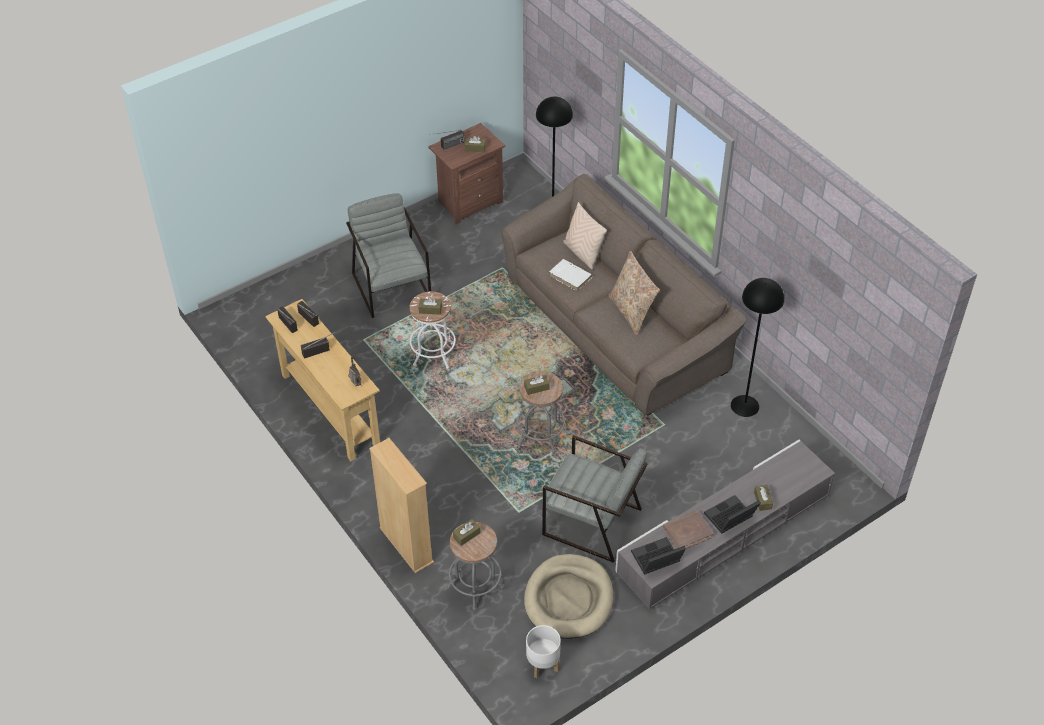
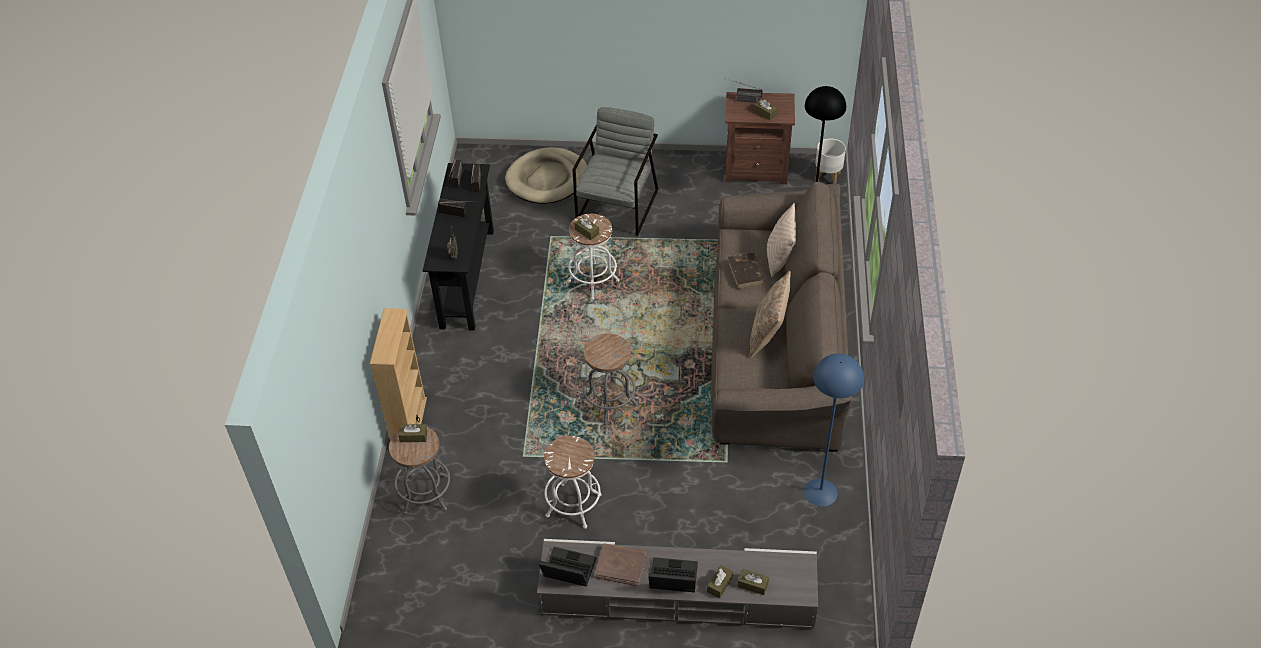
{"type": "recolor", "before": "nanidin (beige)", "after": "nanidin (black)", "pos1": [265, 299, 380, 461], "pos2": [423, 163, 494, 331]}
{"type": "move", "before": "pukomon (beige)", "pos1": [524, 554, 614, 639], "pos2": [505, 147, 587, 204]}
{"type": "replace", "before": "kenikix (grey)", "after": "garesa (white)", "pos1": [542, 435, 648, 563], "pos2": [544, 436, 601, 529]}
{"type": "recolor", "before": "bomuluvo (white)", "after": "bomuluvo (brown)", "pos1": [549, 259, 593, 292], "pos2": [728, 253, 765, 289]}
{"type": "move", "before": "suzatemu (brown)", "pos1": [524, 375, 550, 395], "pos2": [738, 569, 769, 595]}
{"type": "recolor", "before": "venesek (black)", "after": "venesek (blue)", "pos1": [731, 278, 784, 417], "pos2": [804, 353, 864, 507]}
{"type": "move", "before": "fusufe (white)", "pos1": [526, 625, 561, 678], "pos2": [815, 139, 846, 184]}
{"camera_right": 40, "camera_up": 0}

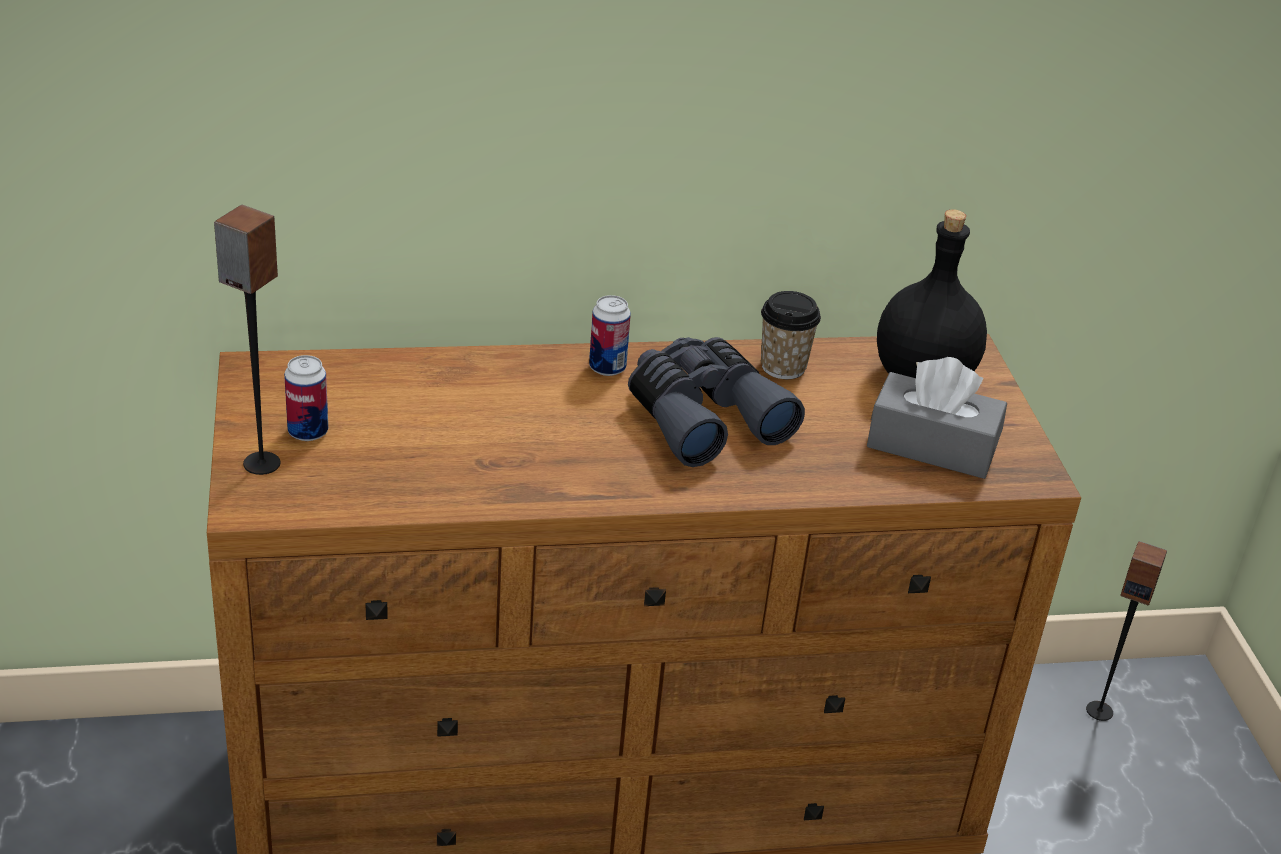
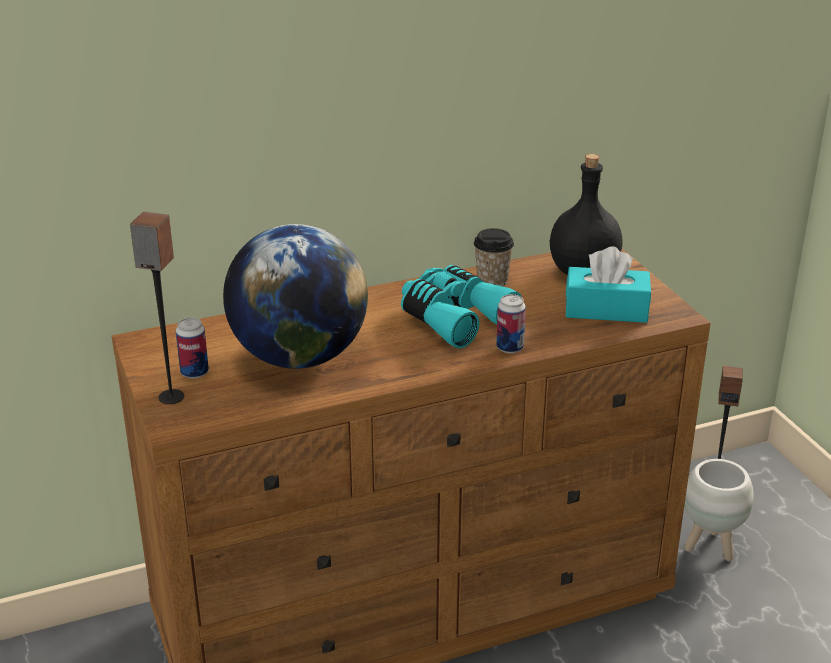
{"type": "insert", "after": "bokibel", "pos2": [223, 224, 368, 369]}
{"type": "recolor", "before": "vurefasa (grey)", "after": "vurefasa (turquoise)", "pos1": [628, 337, 805, 467], "pos2": [401, 265, 522, 349]}
{"type": "move", "before": "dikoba", "pos1": [589, 295, 631, 376], "pos2": [496, 294, 526, 354]}
{"type": "recolor", "before": "suzatemu (grey)", "after": "suzatemu (turquoise)", "pos1": [867, 357, 1007, 479], "pos2": [566, 246, 651, 323]}
{"type": "insert", "after": "fusufe (white)", "pos2": [684, 459, 754, 561]}
{"camera_right": -10, "camera_up": -5}

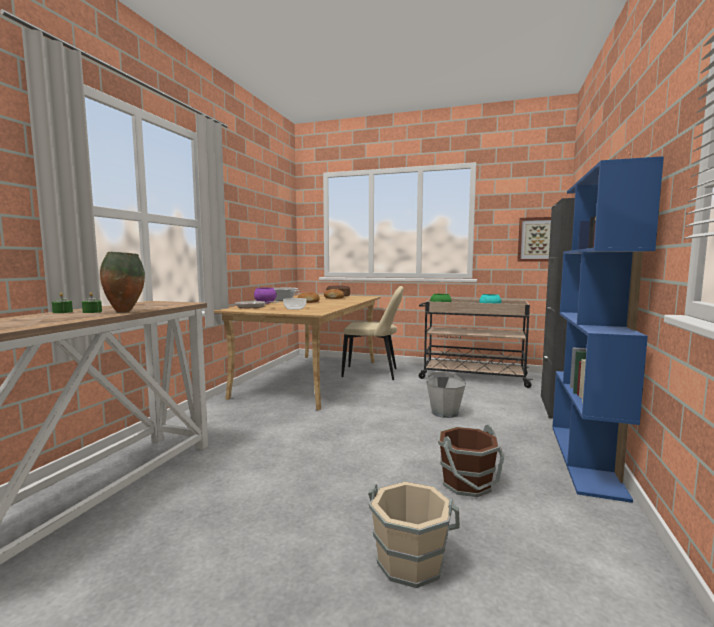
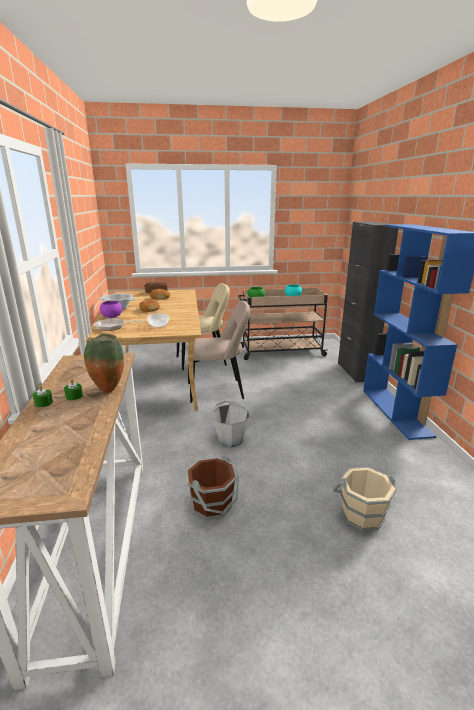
{"type": "move", "before": "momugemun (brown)", "pos1": [438, 424, 505, 497], "pos2": [186, 455, 239, 519]}
{"type": "insert", "after": "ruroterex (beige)", "pos2": [188, 300, 250, 403]}
{"type": "move", "before": "momugemun (grey)", "pos1": [426, 371, 466, 418], "pos2": [212, 401, 249, 447]}
{"type": "delete", "before": "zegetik", "pos1": [517, 217, 551, 262]}
{"camera_right": -25, "camera_up": 15}

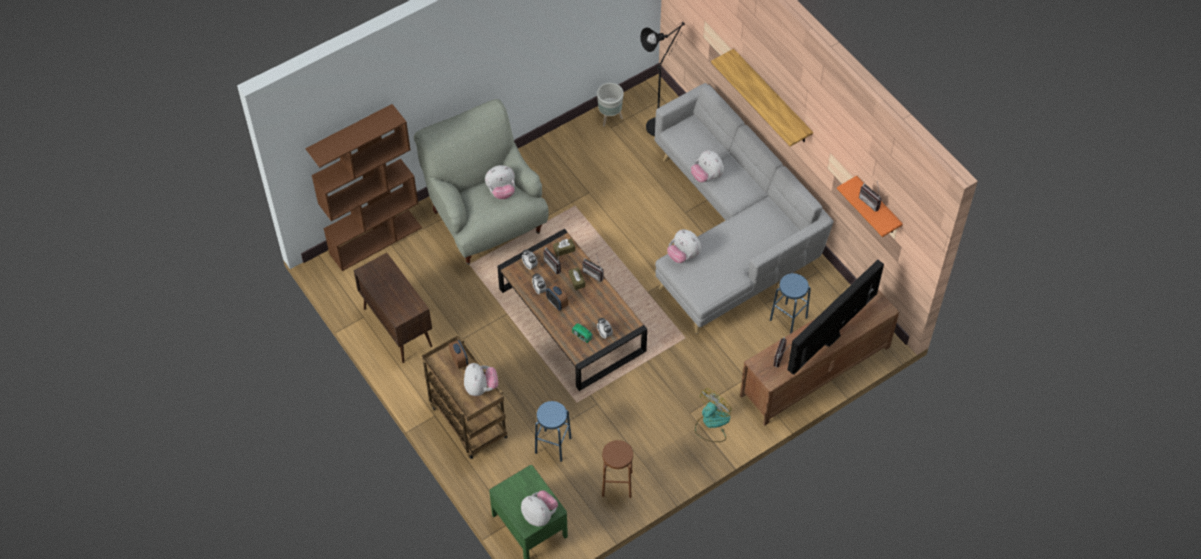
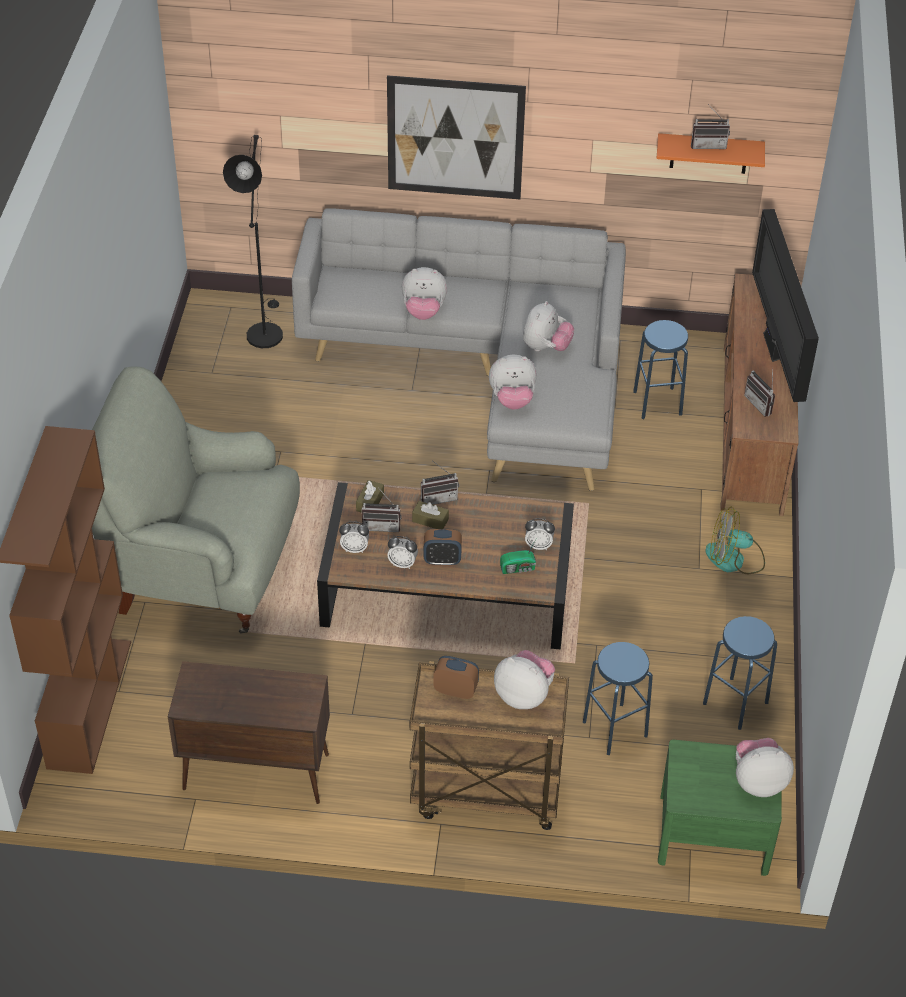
{"type": "replace", "before": "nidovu", "after": "zegetik", "pos1": [711, 49, 813, 147], "pos2": [387, 75, 526, 199]}
{"type": "move", "before": "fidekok", "pos1": [485, 165, 515, 199], "pos2": [523, 301, 574, 351]}
{"type": "recolor", "before": "garesa (brown)", "after": "garesa (blue)", "pos1": [602, 440, 633, 498], "pos2": [703, 616, 777, 730]}
{"type": "rotate", "before": "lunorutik", "pos1": [695, 388, 732, 442], "pos2": [705, 506, 765, 574], "turn": -75}
{"type": "delete", "before": "fusufe (grey)", "pos1": [597, 83, 624, 127]}
{"camera_right": -50, "camera_up": -10}

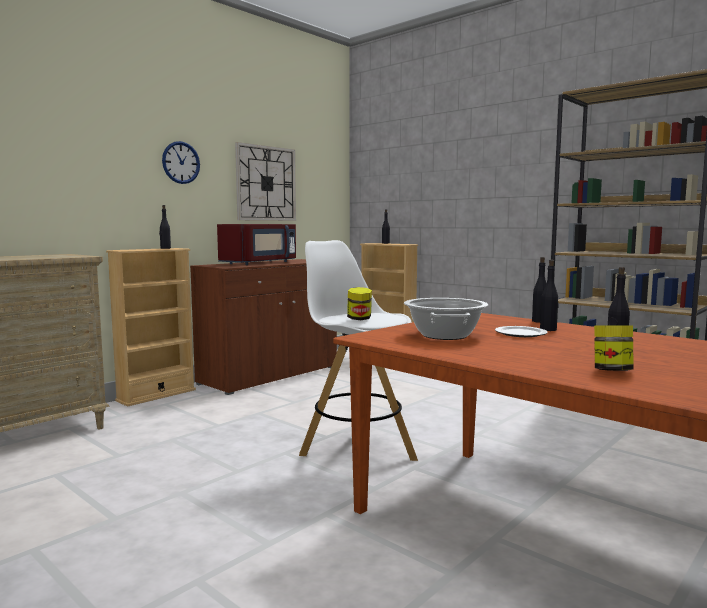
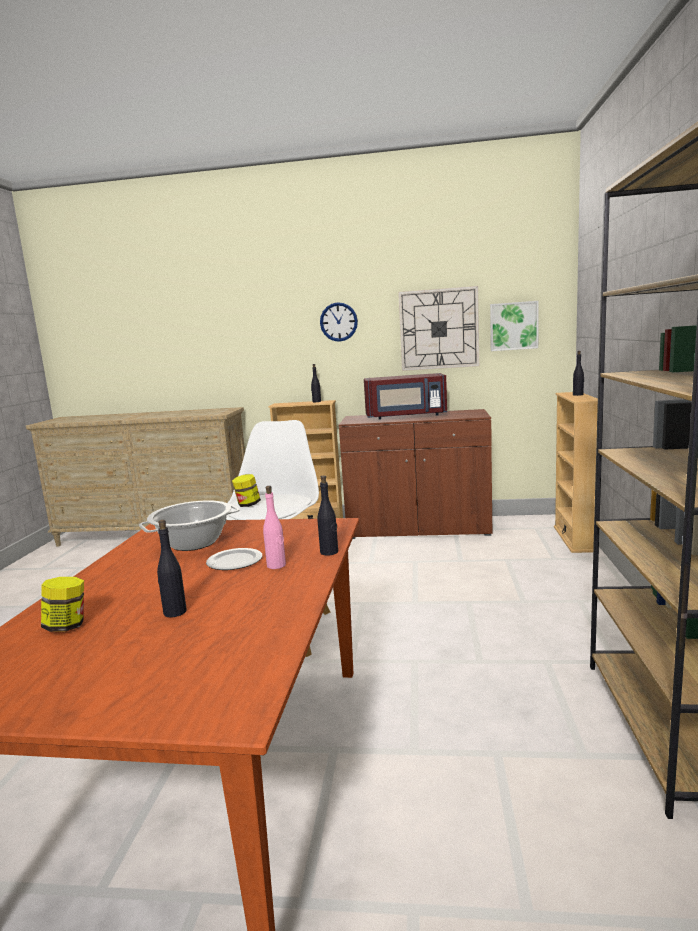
{"type": "recolor", "before": "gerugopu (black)", "after": "gerugopu (pink)", "pos1": [540, 260, 559, 331], "pos2": [263, 486, 286, 569]}
{"type": "insert", "after": "zegetik", "pos2": [490, 301, 539, 351]}
{"camera_right": 55, "camera_up": 5}

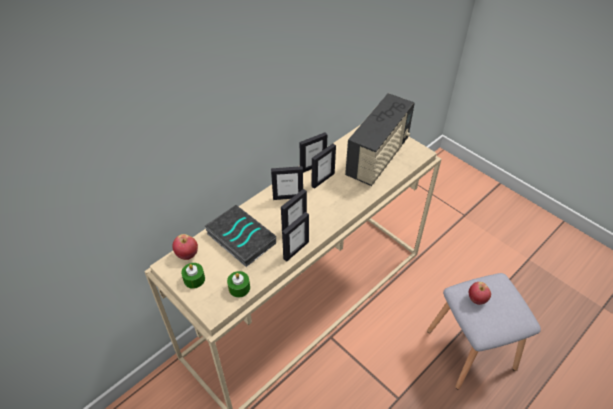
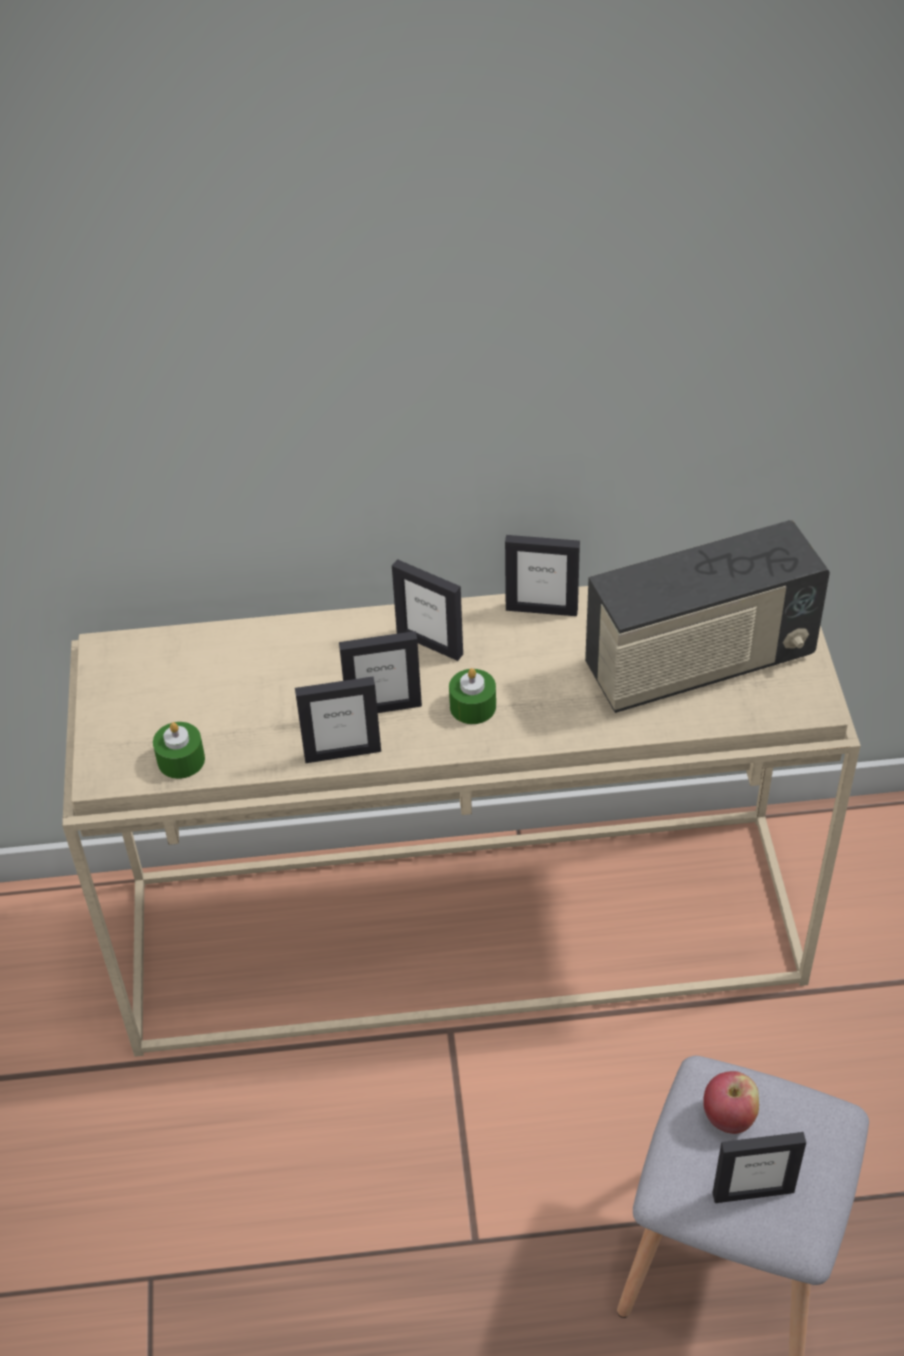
{"type": "move", "before": "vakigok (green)", "pos1": [181, 263, 205, 289], "pos2": [449, 668, 496, 724]}
{"type": "move", "before": "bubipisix", "pos1": [311, 144, 336, 189], "pos2": [713, 1132, 806, 1203]}
{"type": "delete", "before": "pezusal", "pos1": [172, 234, 198, 260]}
{"type": "delete", "before": "bomuluvo", "pos1": [205, 205, 276, 267]}
{"camera_right": 40, "camera_up": 0}

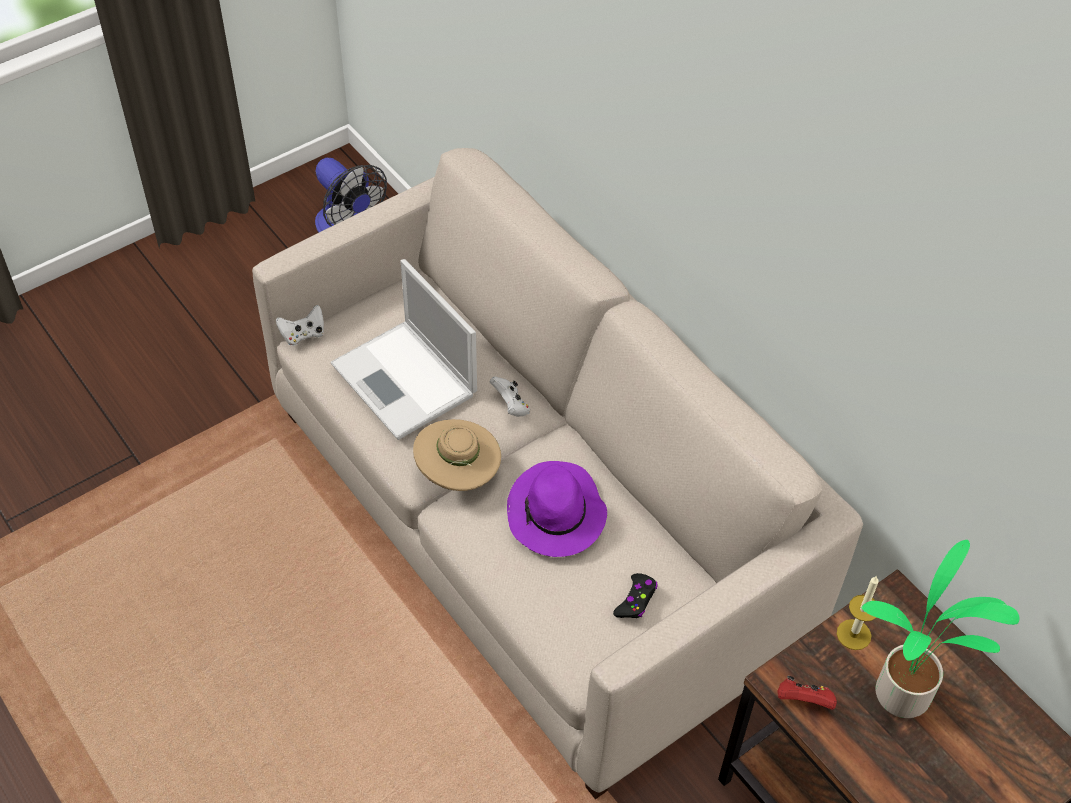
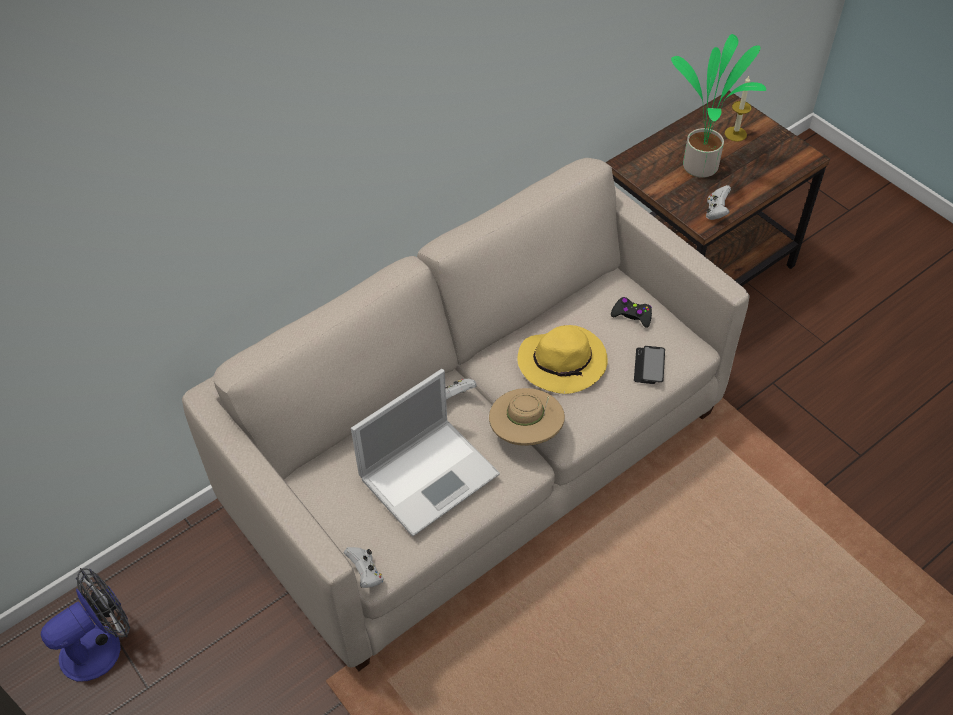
{"type": "recolor", "before": "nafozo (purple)", "after": "nafozo (yellow)", "pos1": [507, 461, 607, 557], "pos2": [517, 325, 608, 394]}
{"type": "insert", "after": "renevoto", "pos2": [634, 346, 665, 384]}
{"type": "recolor", "before": "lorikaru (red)", "after": "lorikaru (white)", "pos1": [777, 676, 837, 710], "pos2": [706, 185, 731, 220]}
{"type": "move", "before": "vakigok", "pos1": [837, 575, 879, 650], "pos2": [725, 76, 751, 142]}
{"camera_right": -90, "camera_up": 0}

